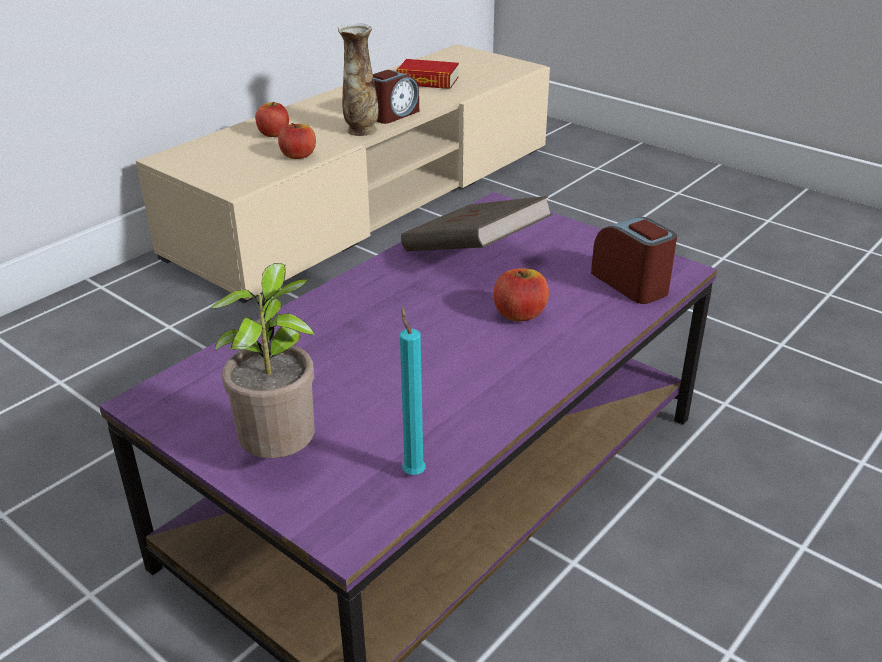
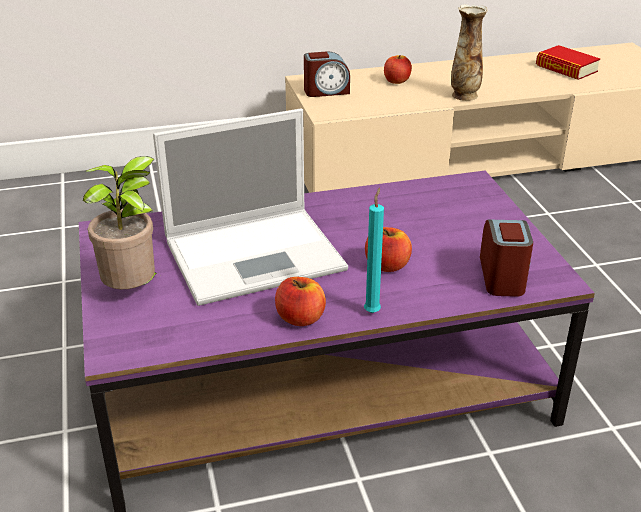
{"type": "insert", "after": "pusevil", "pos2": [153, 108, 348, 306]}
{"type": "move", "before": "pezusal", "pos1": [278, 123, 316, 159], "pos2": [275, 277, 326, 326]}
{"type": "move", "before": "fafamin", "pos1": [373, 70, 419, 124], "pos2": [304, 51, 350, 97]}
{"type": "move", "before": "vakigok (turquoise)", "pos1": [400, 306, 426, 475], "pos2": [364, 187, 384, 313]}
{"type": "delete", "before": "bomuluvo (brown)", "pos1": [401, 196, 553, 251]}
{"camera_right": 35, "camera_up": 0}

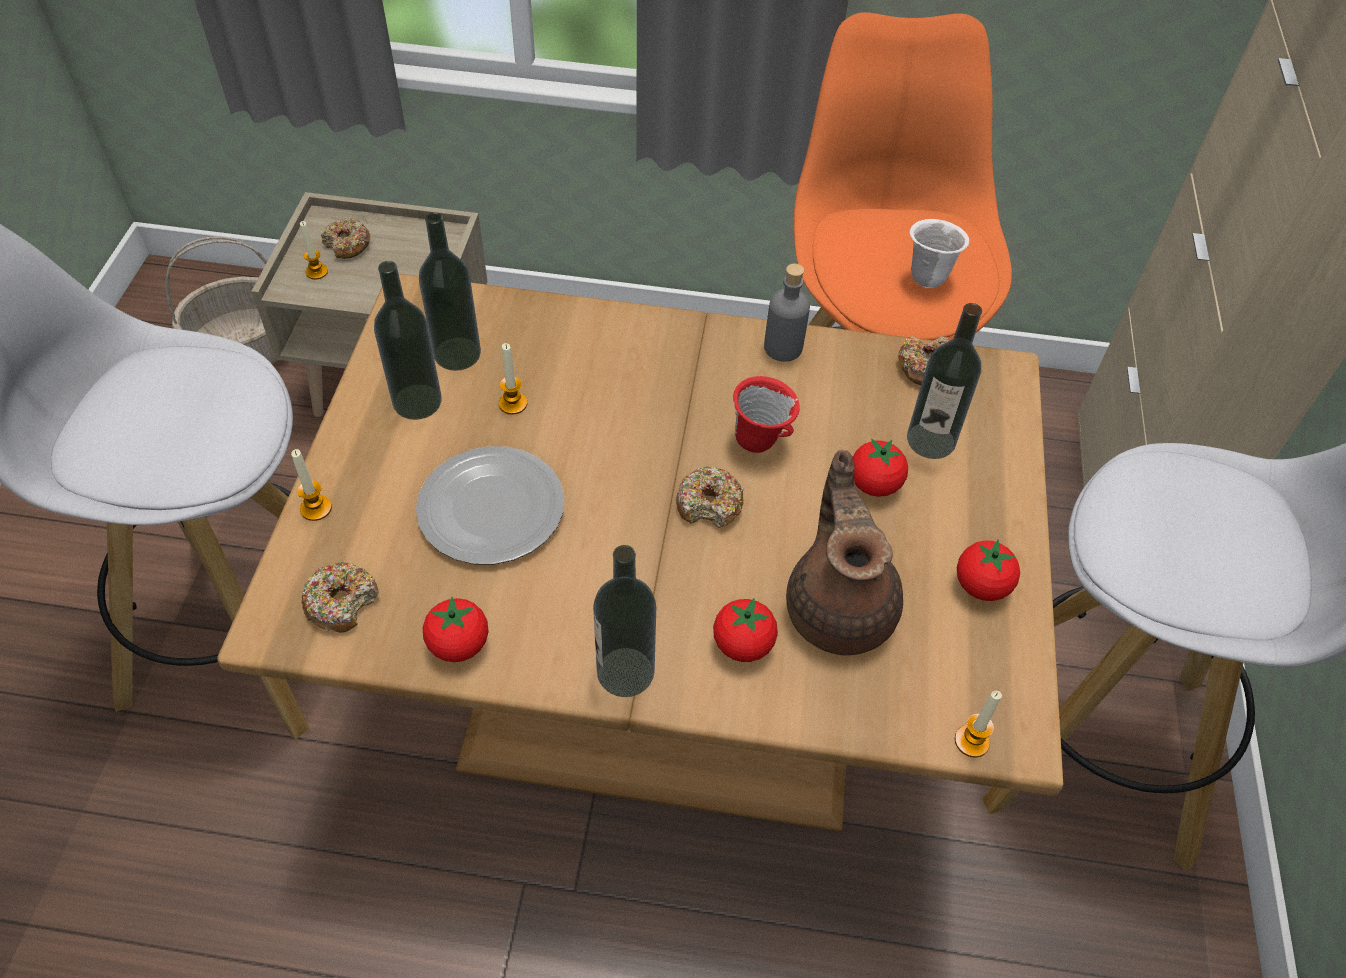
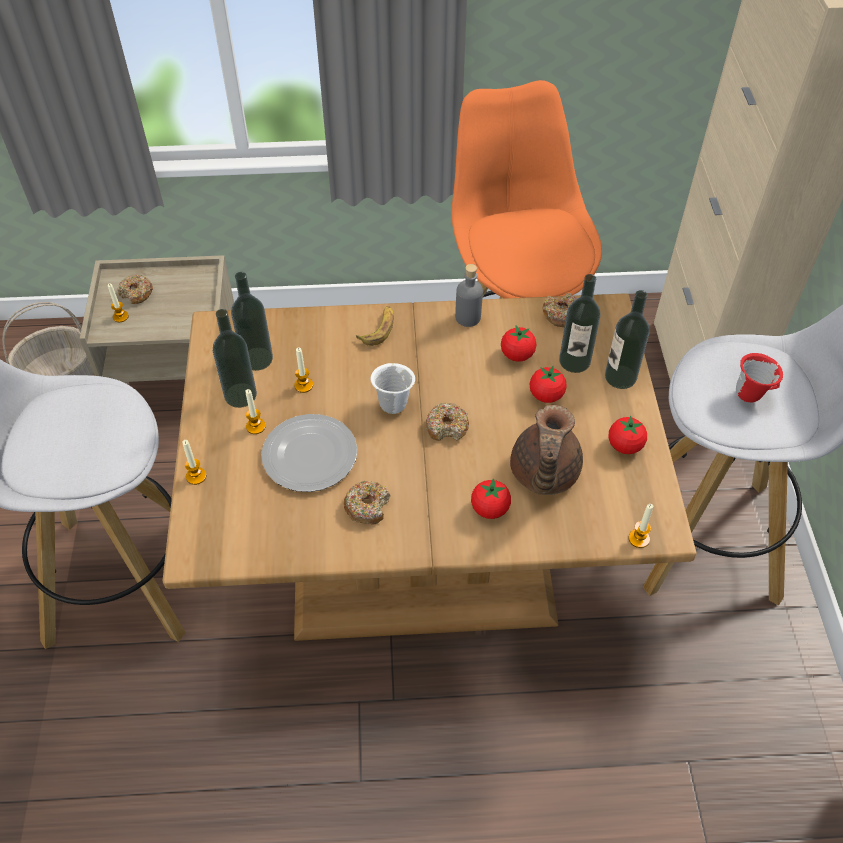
{"type": "insert", "after": "vakigok", "pos2": [245, 389, 266, 434]}
{"type": "move", "before": "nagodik", "pos1": [302, 561, 379, 633], "pos2": [344, 481, 391, 524]}
{"type": "insert", "after": "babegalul", "pos2": [356, 306, 394, 346]}
{"type": "move", "before": "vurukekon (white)", "pos1": [909, 219, 969, 288], "pos2": [370, 363, 415, 414]}
{"type": "move", "before": "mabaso", "pos1": [423, 597, 488, 662], "pos2": [501, 326, 536, 362]}
{"type": "rotate", "before": "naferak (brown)", "pos1": [786, 450, 903, 655], "pos2": [510, 405, 583, 495], "turn": -150}
{"type": "move", "before": "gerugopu", "pos1": [593, 545, 656, 697], "pos2": [605, 290, 650, 389]}
{"type": "move", "before": "vurukekon (red)", "pos1": [733, 376, 800, 453], "pos2": [736, 353, 783, 402]}
{"camera_right": -10, "camera_up": 0}

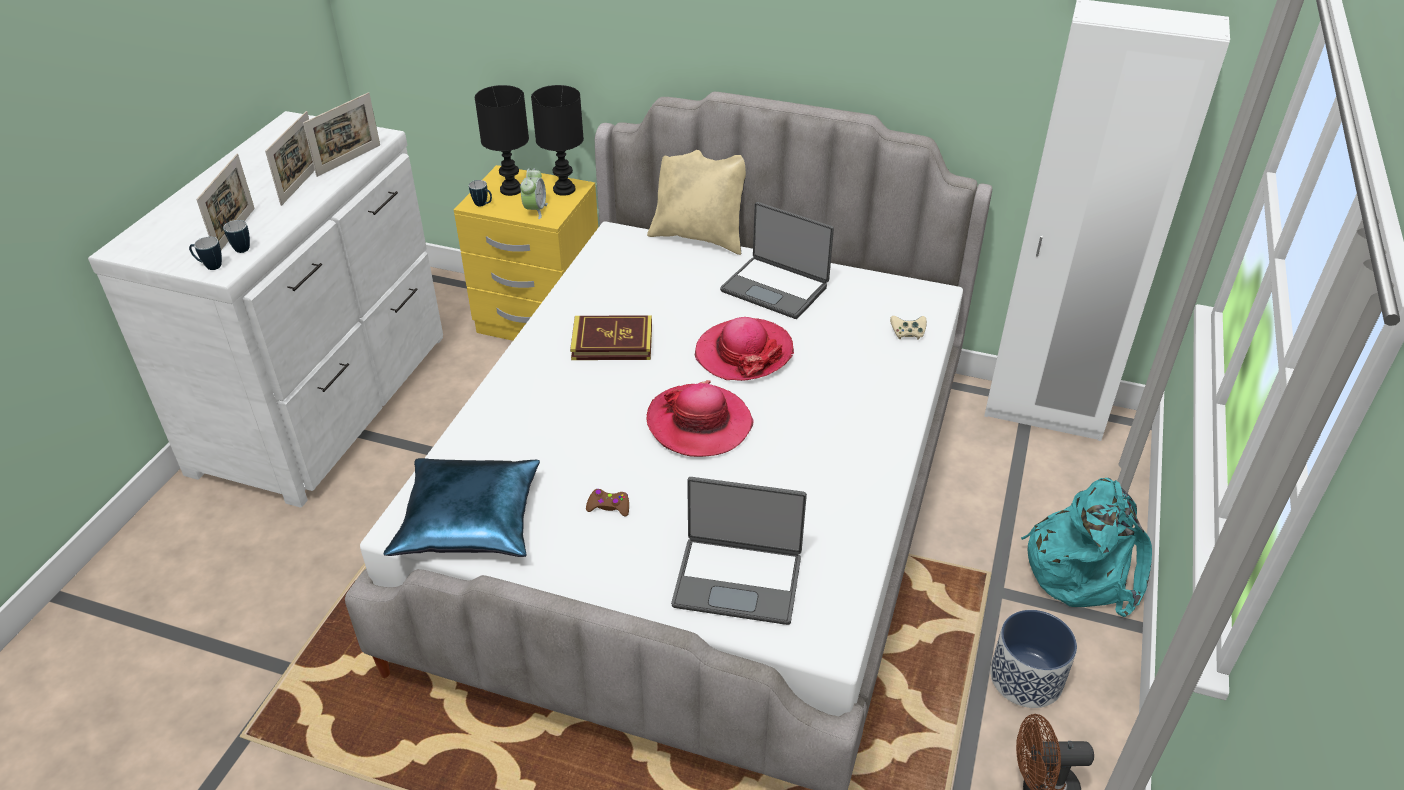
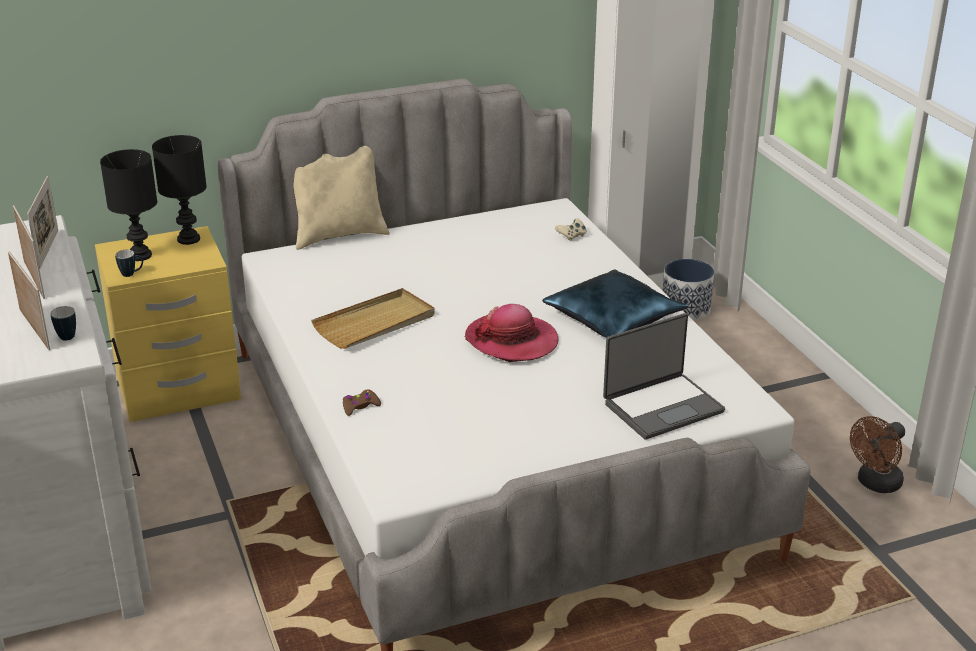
{"type": "replace", "before": "bomuluvo", "after": "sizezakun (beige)", "pos1": [570, 315, 652, 360], "pos2": [311, 288, 435, 349]}
{"type": "move", "before": "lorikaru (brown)", "pos1": [586, 489, 629, 516], "pos2": [343, 389, 381, 416]}
{"type": "move", "before": "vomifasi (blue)", "pos1": [383, 458, 540, 557], "pos2": [542, 269, 689, 338]}
{"type": "move", "before": "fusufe", "pos1": [990, 610, 1077, 708], "pos2": [663, 259, 714, 320]}
{"type": "delete", "before": "vurukekon", "pos1": [189, 237, 222, 270]}
{"type": "delete", "before": "fafamin", "pos1": [520, 168, 548, 219]}
{"type": "delete", "before": "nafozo", "pos1": [695, 317, 794, 381]}
{"type": "delete", "before": "pusevil", "pos1": [720, 202, 834, 319]}
{"type": "delete", "before": "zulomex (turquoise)", "pos1": [1021, 478, 1152, 617]}
{"camera_right": -40, "camera_up": -10}

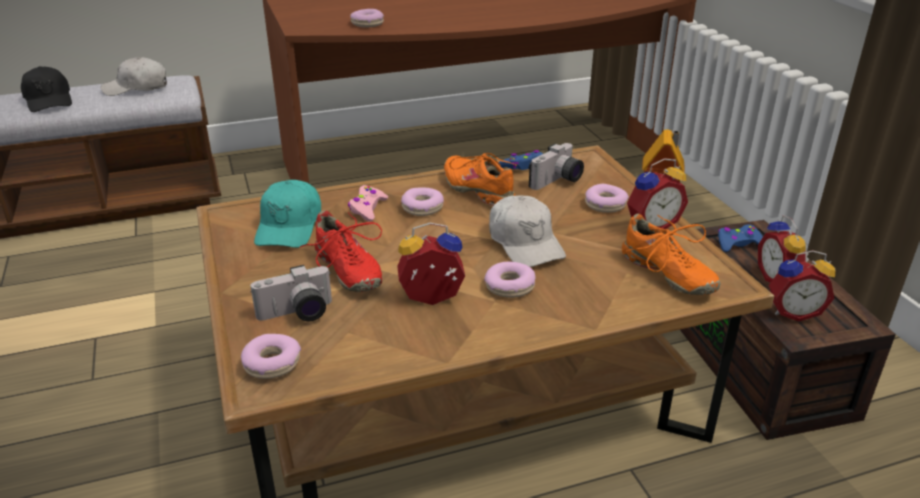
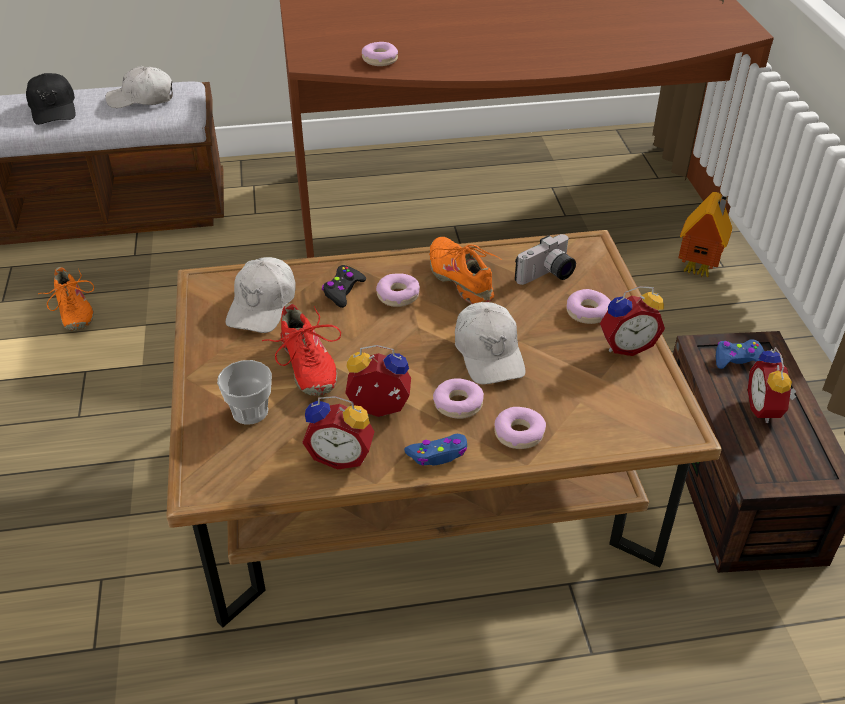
{"type": "move", "before": "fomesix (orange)", "pos1": [622, 214, 721, 295], "pos2": [38, 267, 94, 331]}
{"type": "replace", "before": "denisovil", "after": "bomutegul", "pos1": [250, 265, 332, 321], "pos2": [217, 360, 272, 425]}
{"type": "recolor", "before": "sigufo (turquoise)", "after": "sigufo (white)", "pos1": [254, 180, 321, 248], "pos2": [225, 257, 296, 333]}
{"type": "move", "before": "fafamin", "pos1": [769, 250, 835, 321], "pos2": [302, 396, 375, 470]}
{"type": "recolor", "before": "lorikaru (pink)", "after": "lorikaru (black)", "pos1": [348, 185, 388, 221], "pos2": [322, 265, 366, 308]}
{"type": "move", "before": "lorikaru (blue)", "pos1": [499, 150, 543, 170], "pos2": [404, 434, 467, 466]}
{"type": "move", "before": "nagodik", "pos1": [241, 334, 301, 379], "pos2": [494, 407, 546, 449]}
{"camera_right": 10, "camera_up": 10}

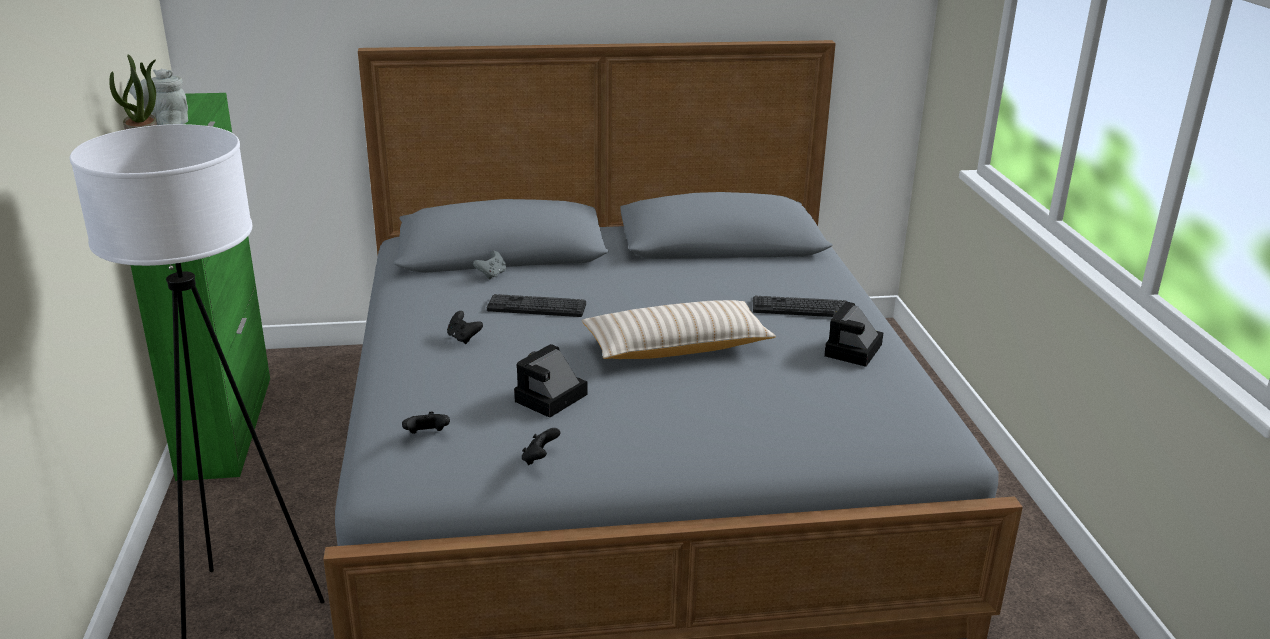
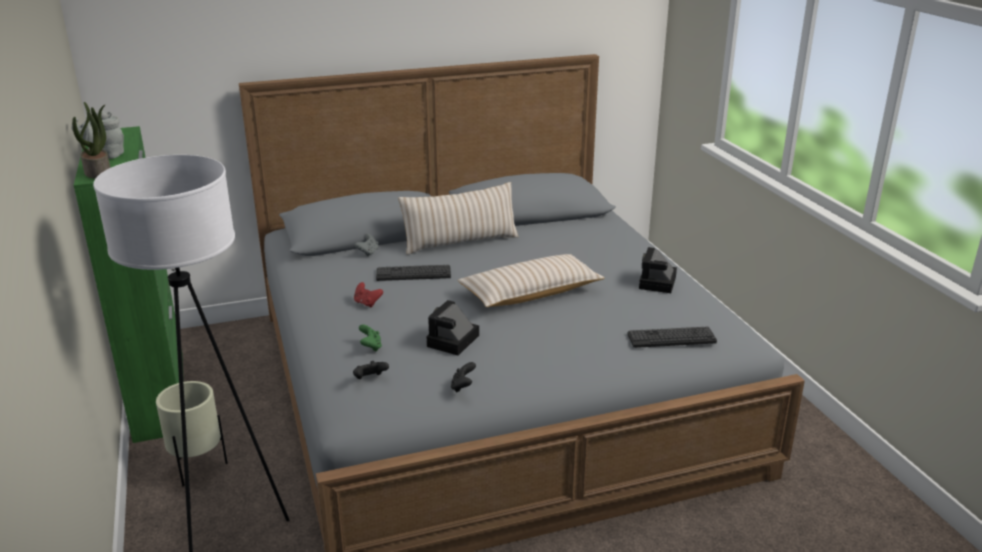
{"type": "insert", "after": "fusufe (beige)", "pos2": [156, 381, 228, 487]}
{"type": "recolor", "before": "lorikaru (black)", "after": "lorikaru (red)", "pos1": [447, 311, 483, 344], "pos2": [354, 282, 383, 308]}
{"type": "insert", "after": "lorikaru (green)", "pos2": [359, 324, 382, 352]}
{"type": "insert", "after": "vomifasi (beige)", "pos2": [398, 182, 519, 255]}
{"type": "move", "before": "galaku", "pos1": [753, 296, 846, 317], "pos2": [628, 327, 717, 348]}
{"camera_right": -10, "camera_up": 0}

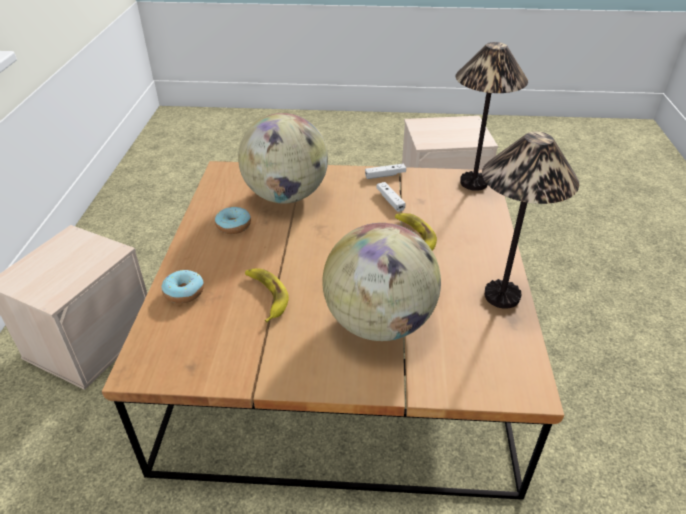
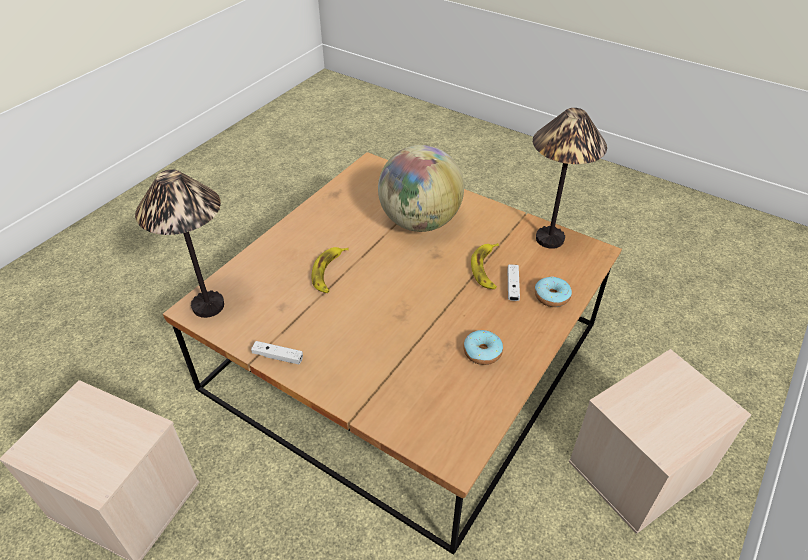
{"type": "move", "before": "lorikaru (white)", "pos1": [376, 182, 406, 212], "pos2": [508, 264, 520, 301]}
{"type": "move", "before": "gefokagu", "pos1": [482, 132, 580, 309], "pos2": [533, 108, 607, 249]}
{"type": "delete", "before": "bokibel", "pos1": [238, 113, 328, 204]}
{"camera_right": -150, "camera_up": 5}

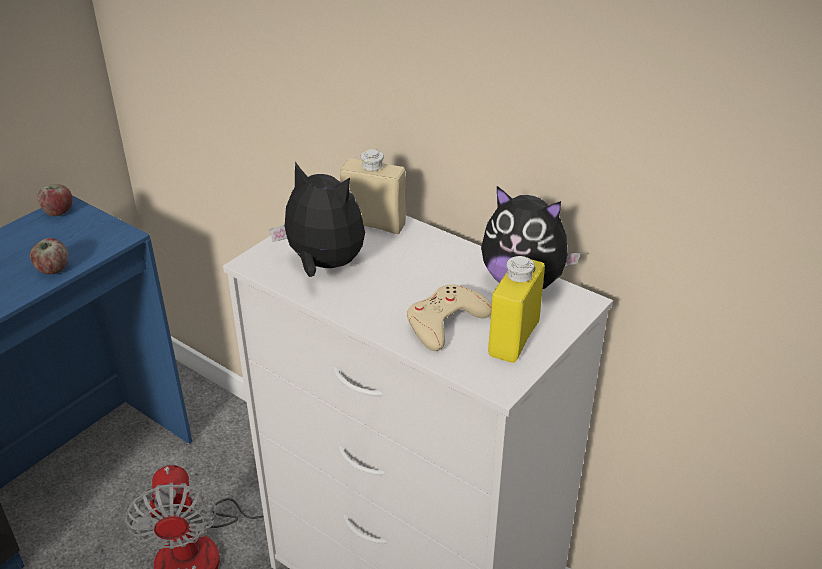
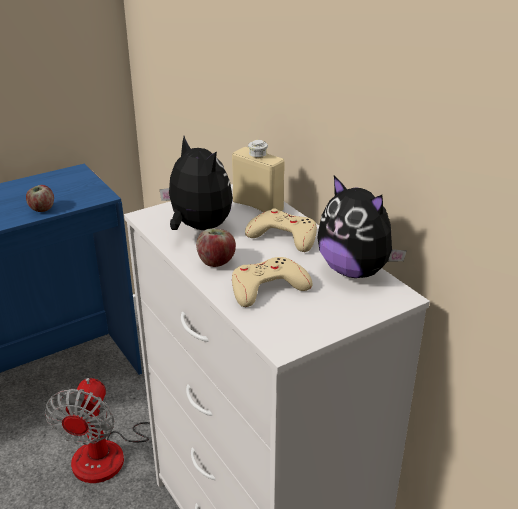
{"type": "move", "before": "pezusal", "pos1": [37, 184, 73, 216], "pos2": [196, 229, 236, 267]}
{"type": "insert", "after": "lorikaru (beige)", "pos2": [245, 208, 317, 252]}
{"type": "delete", "before": "gerugopu (yellow)", "pos1": [488, 256, 545, 363]}
{"camera_right": 20, "camera_up": -5}

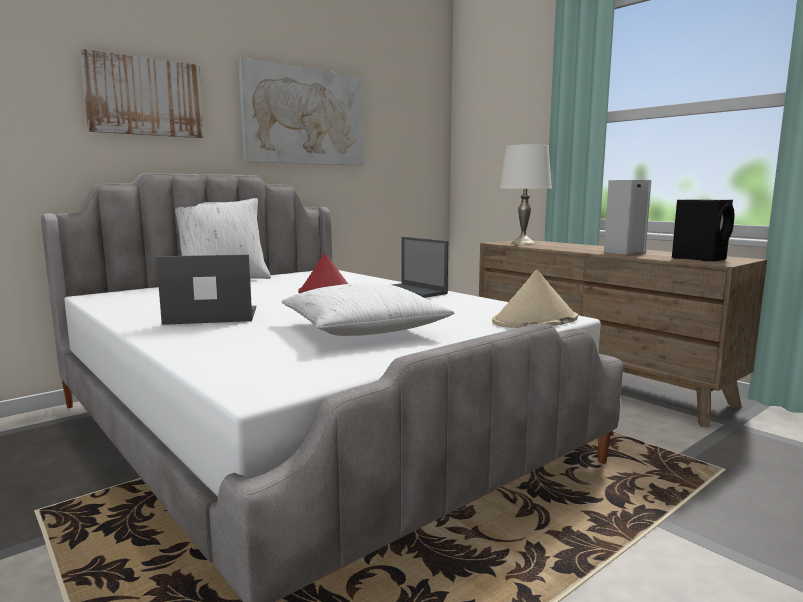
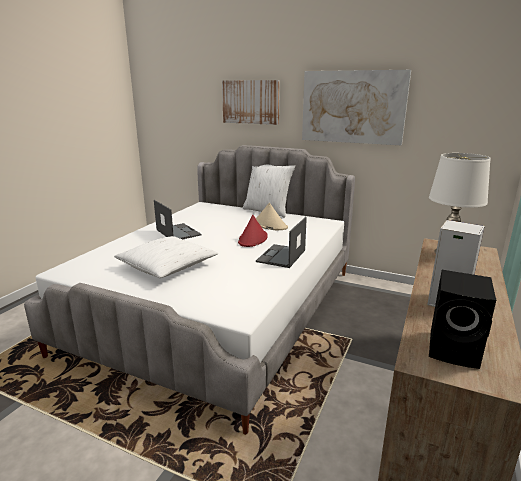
{"type": "move", "before": "nafozo (beige)", "pos1": [492, 270, 578, 328], "pos2": [256, 203, 288, 230]}
{"camera_right": 65, "camera_up": 10}

